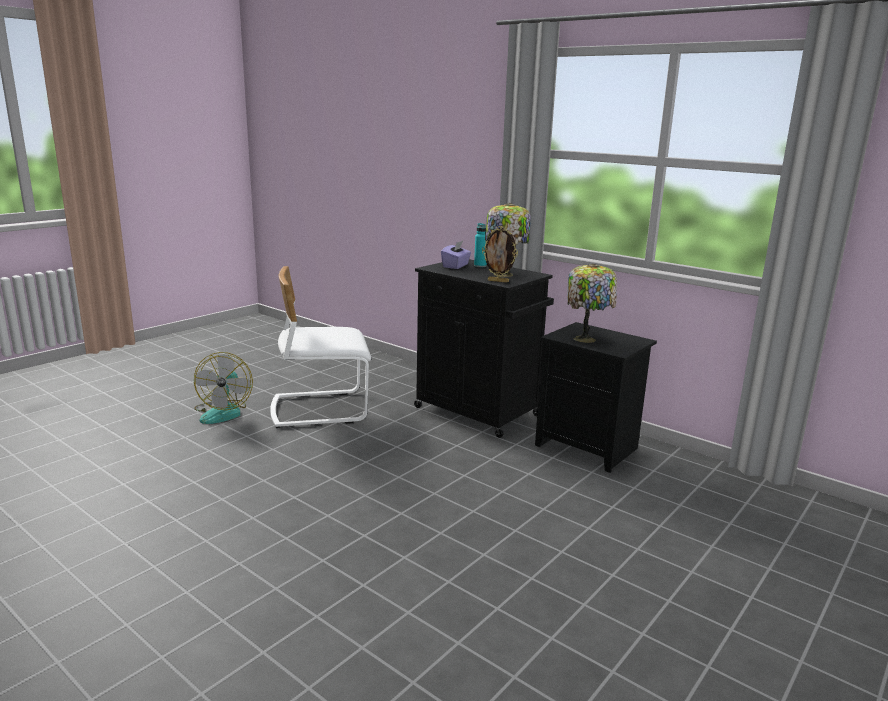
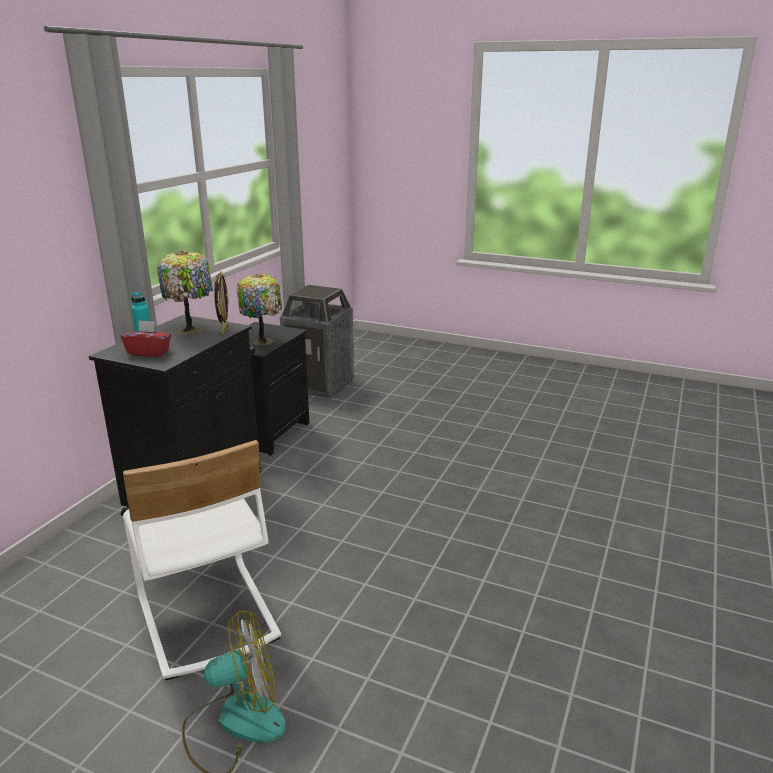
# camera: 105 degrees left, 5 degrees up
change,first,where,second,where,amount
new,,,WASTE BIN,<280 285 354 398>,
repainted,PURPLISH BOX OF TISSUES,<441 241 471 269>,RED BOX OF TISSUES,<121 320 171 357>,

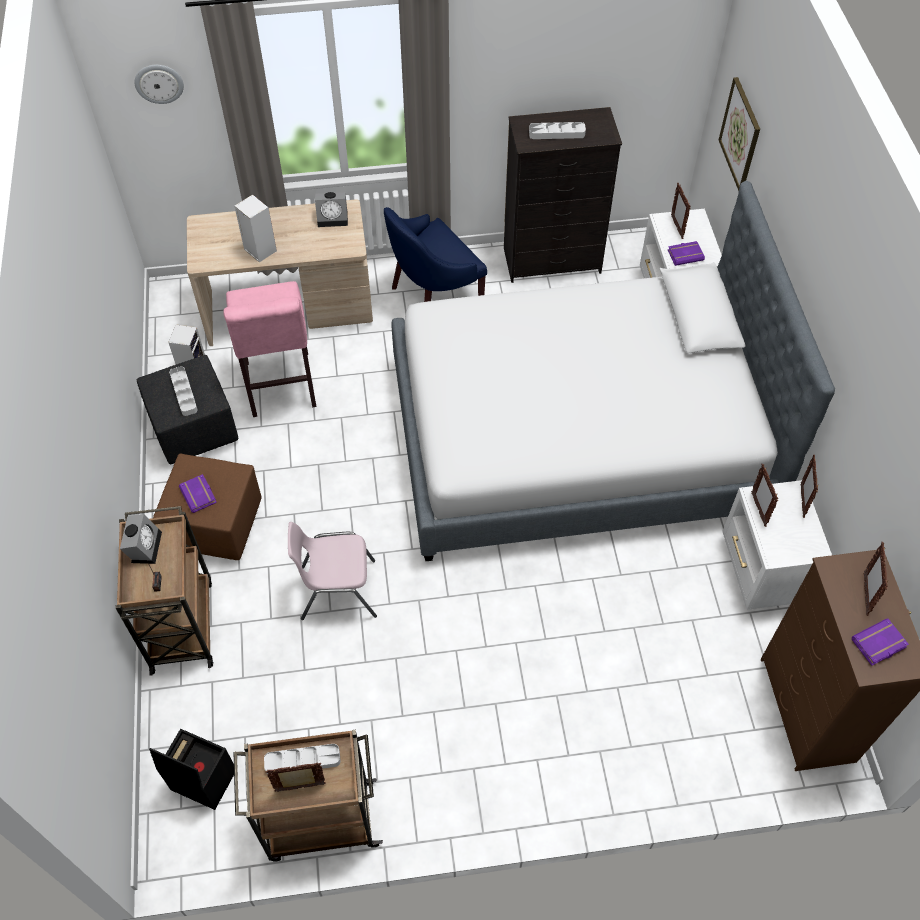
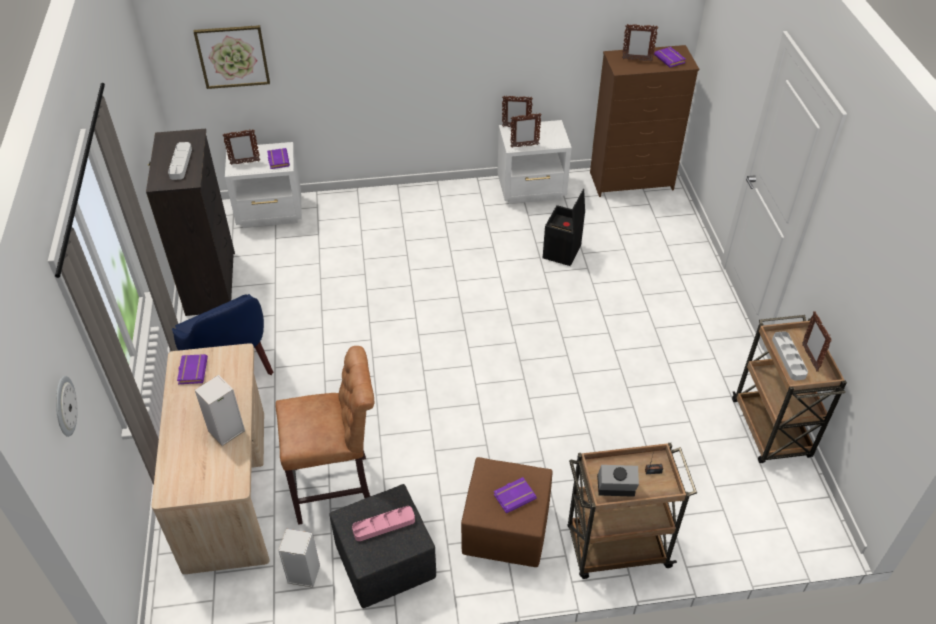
# camera: 90 degrees left, 10 degrees down
change,first,where,second,where,amount
gone,PINK PLAIN CHAIR,<288 522 377 620>,,,
gone,SLEEPING BED,<391 181 835 561>,,,
shifted,BLACK STORAGE BOX,<149 729 234 810>,,<543 189 585 266>,
swapped,BEDSIDE CLOCK,<315 192 348 227>,PURPLISH BOUND BOOK,<177 354 208 384>,
repainted,GREYISH TRAY,<169 366 198 416>,PINK TRAY,<352 506 415 541>,
repainted,PINK STOOL SEAT,<223 281 316 417>,BROWNISH STOOL SEAT,<275 346 374 525>,

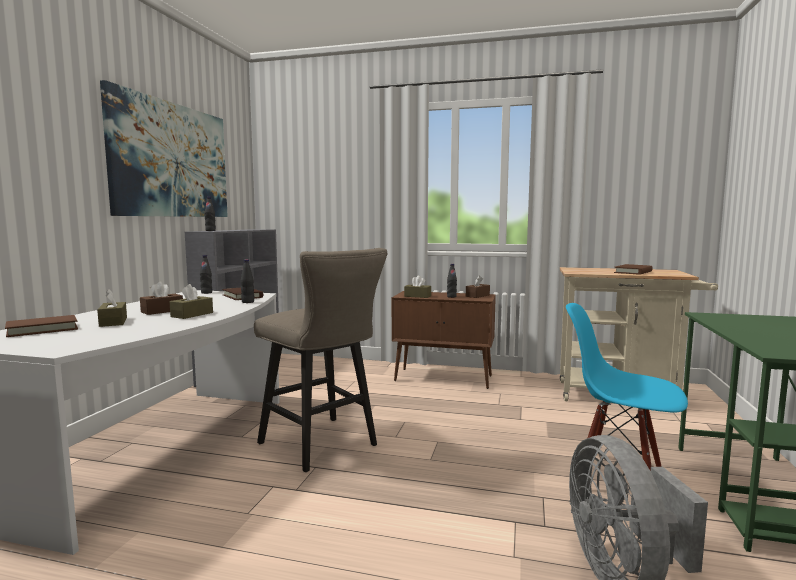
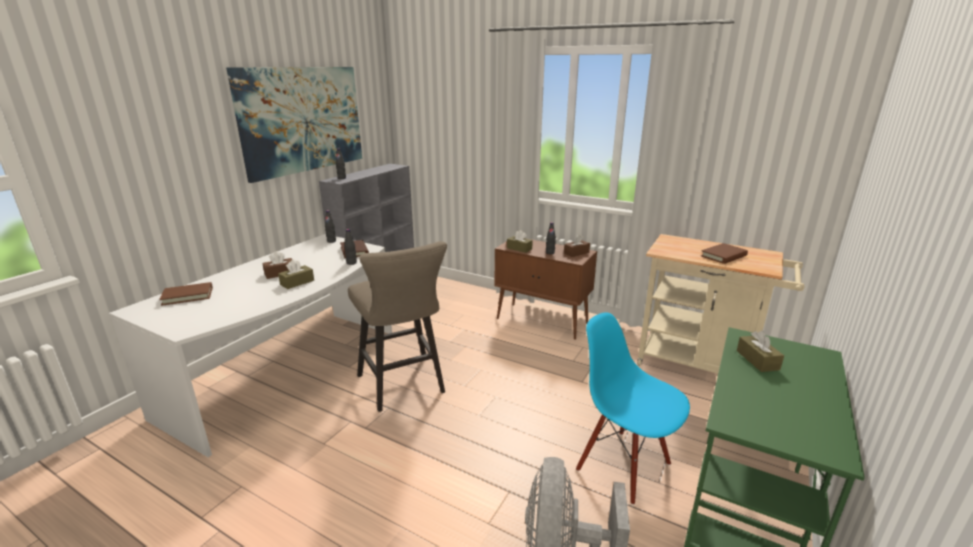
# camera: 15 degrees right, 15 degrees up
change,first,where,second,where,amount
shifted,BROWNISH BOX OF TISSUES,<97 289 127 327>,,<737 331 784 372>,

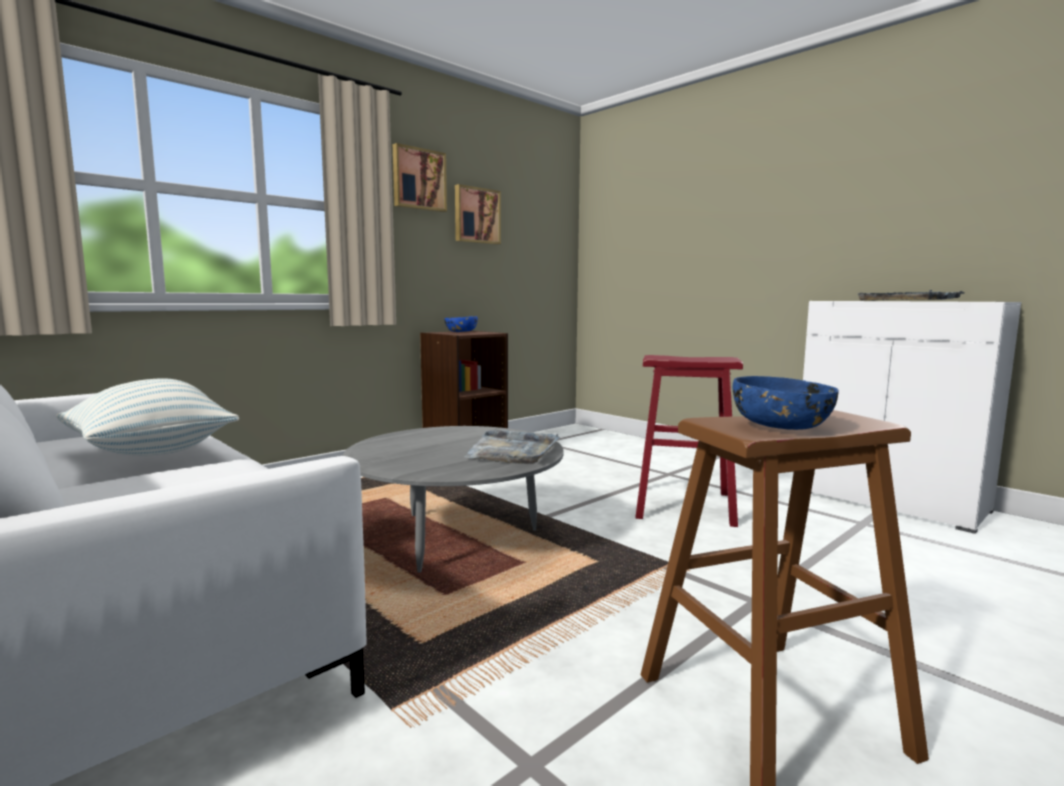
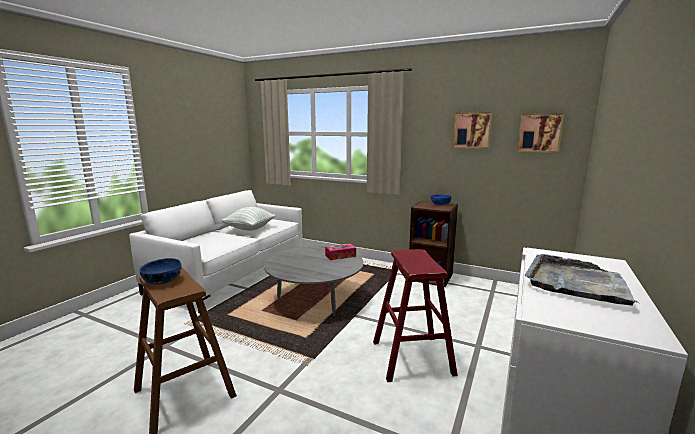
# camera: 70 degrees right, 5 degrees up
change,first,where,second,where,amount
gone,GREYISH TRAY,<464 429 560 464>,,,
new,,,BOX OF TISSUES,<325 244 356 260>,
shifted,PICTURE,<393 143 447 212>,,<517 113 564 153>,

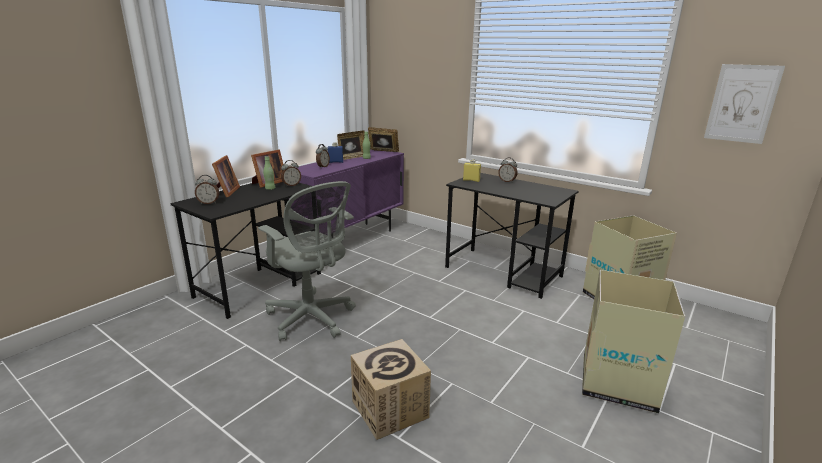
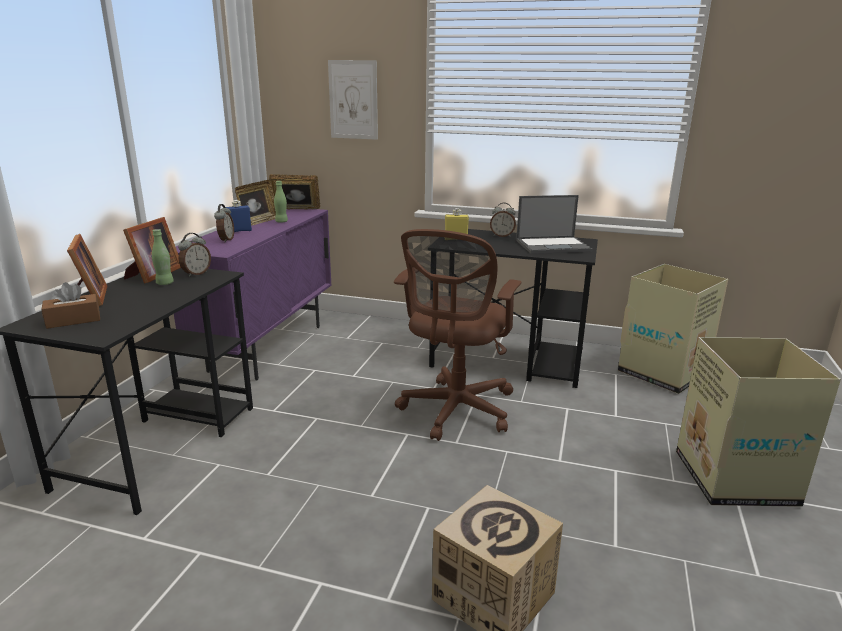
# camera: 20 degrees left, 0 degrees up
change,first,where,second,where,amount
gone,GREYISH COMPUTER CHAIR,<258 181 356 341>,,,
new,,,BROWNISH COMPUTER CHAIR,<394 229 521 441>,
new,,,LAPTOP,<516 195 593 254>,
shifted,PICTURE,<704 64 785 144>,,<328 60 378 140>,
swapped,BEDSIDE CLOCK,<195 175 219 204>,BROWNISH BOX OF TISSUES,<41 282 100 329>,

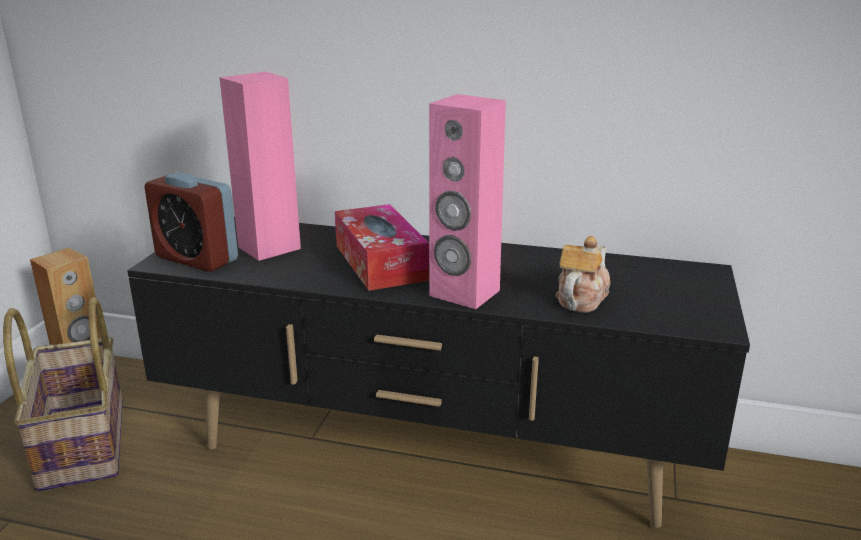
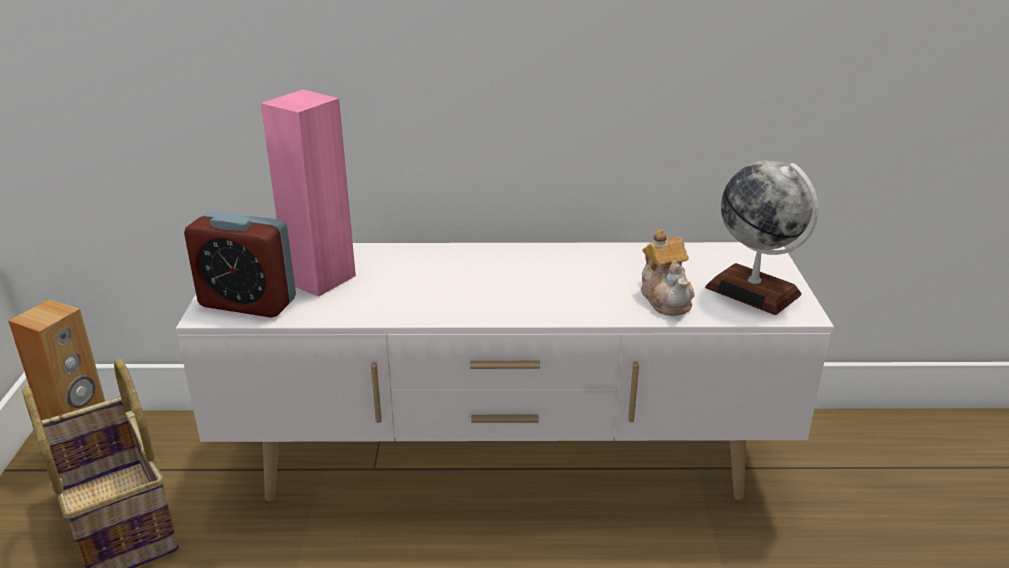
# camera: 15 degrees left, 5 degrees up
change,first,where,second,where,amount
gone,BOX OF TISSUES,<335 204 429 291>,,,
gone,PINK SPEAKER,<429 94 506 309>,,,
new,,,DESK GLOBE,<705 161 819 315>,
repainted,BLACK TV STAND,<127 217 750 528>,WHITISH TV STAND,<176 242 834 501>,
rotated,TEAPOT,<555 236 611 313>,,<641 229 695 316>,150 degrees clockwise

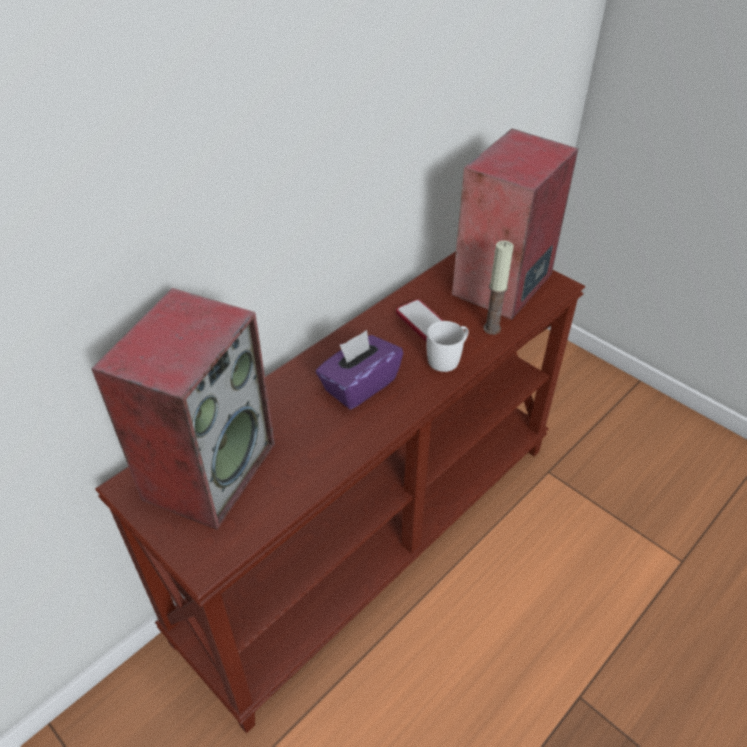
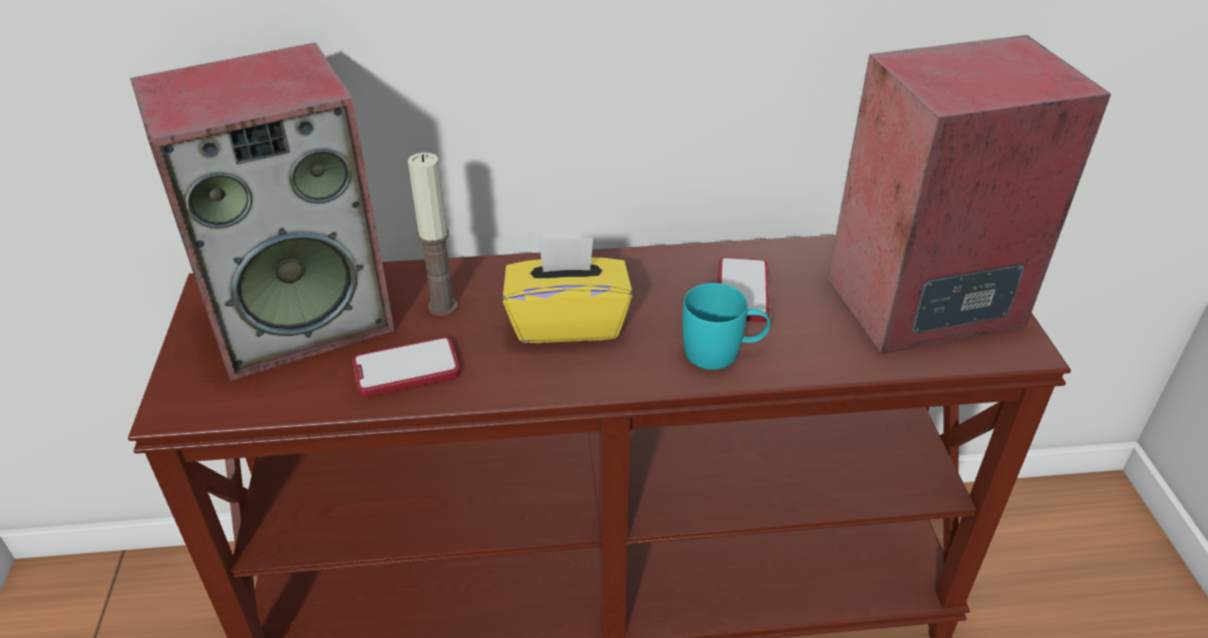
# camera: 40 degrees right, 5 degrees down
change,first,where,second,where,amount
new,,,PHONE,<352 337 460 397>,
shifted,CANDLE,<483 241 514 335>,,<408 152 458 316>,
repainted,PURPLISH BOX OF TISSUES,<316 330 403 409>,YELLOW BOX OF TISSUES,<503 238 633 343>,
repainted,WHITISH COFFEE MUG,<426 321 469 372>,TURQUOISE-COLOURED COFFEE MUG,<682 283 770 370>,

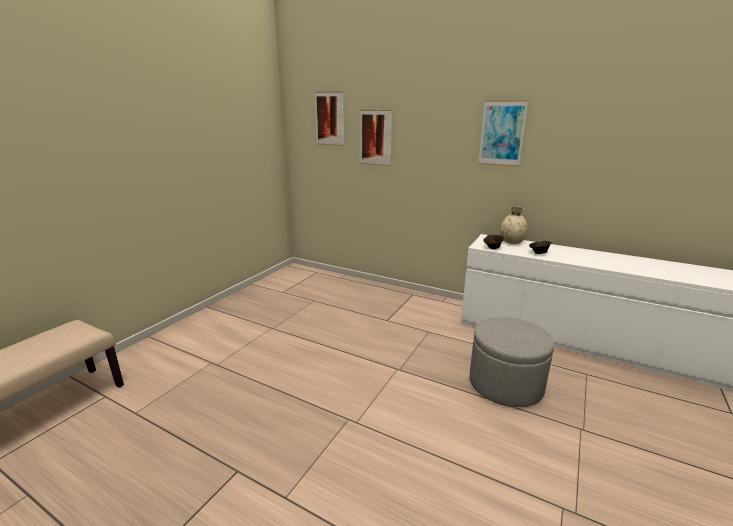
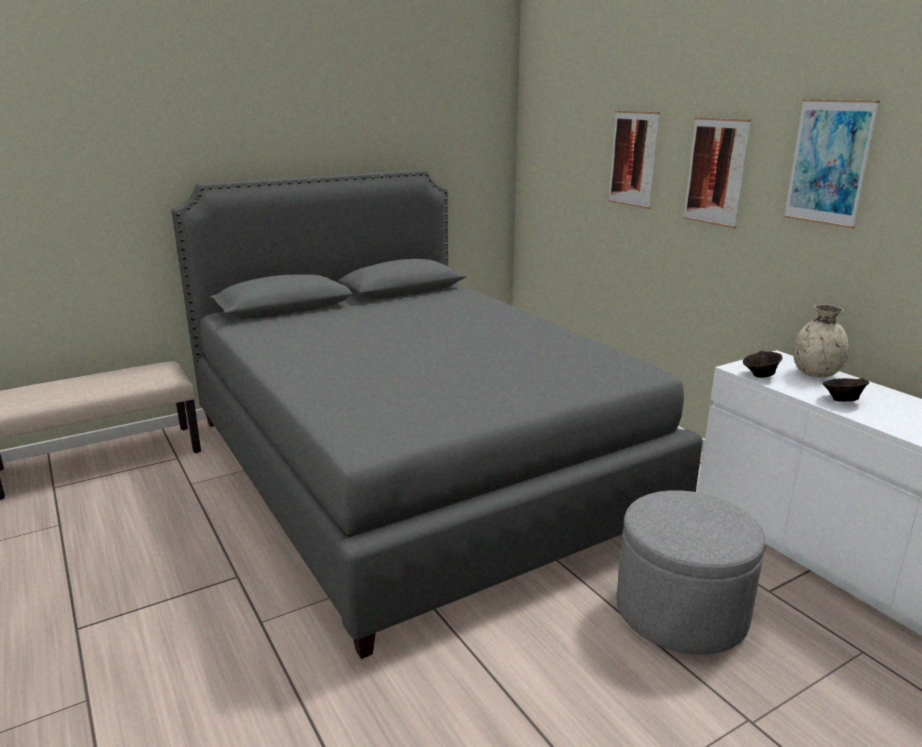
# camera: 30 degrees right, 0 degrees up
change,first,where,second,where,amount
new,,,GREYISH SLEEPING BED,<172 169 703 659>,
shifted,PICTURE,<315 91 344 146>,,<683 117 751 228>,

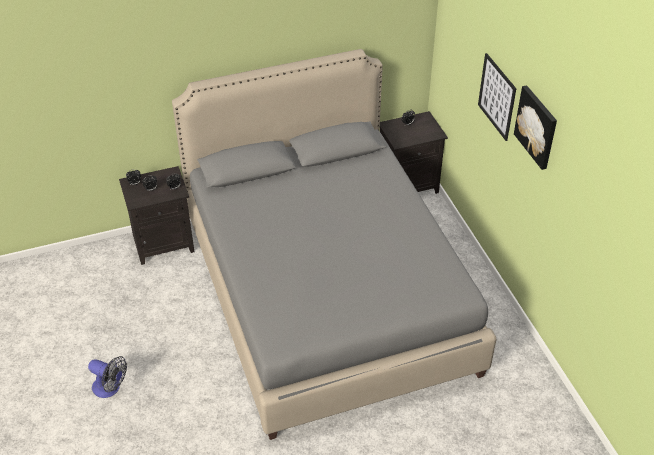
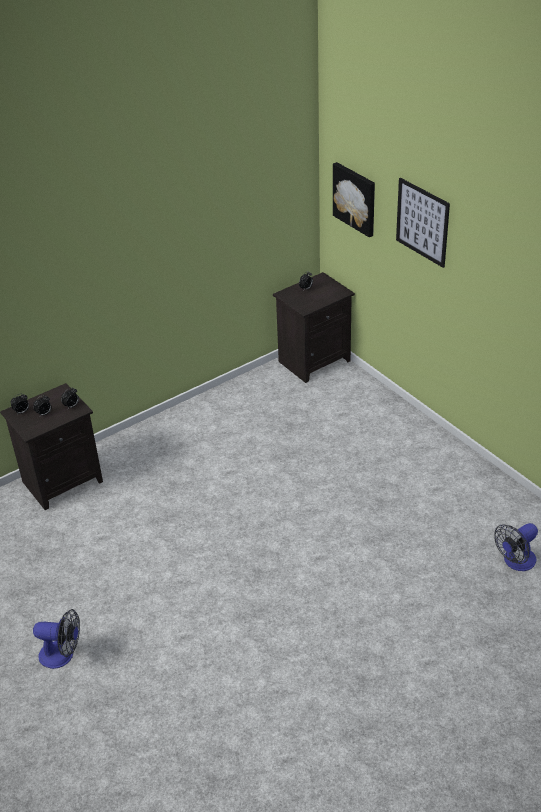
# camera: 15 degrees left, 5 degrees down
change,first,where,second,where,amount
gone,GREYISH SLEEPING BED,<172 49 496 440>,,,
new,,,COOLING FAN,<494 523 538 571>,
shifted,PICTURE,<514 85 557 170>,,<333 162 375 237>,

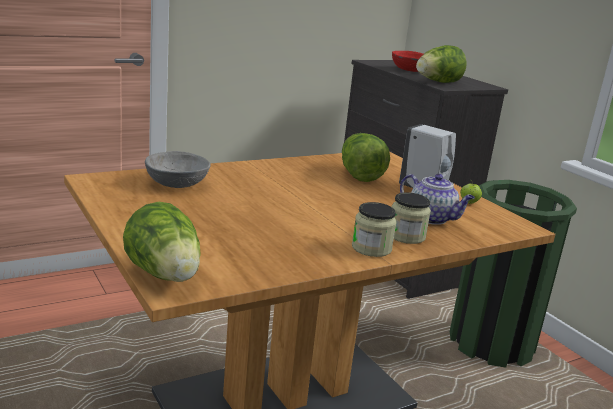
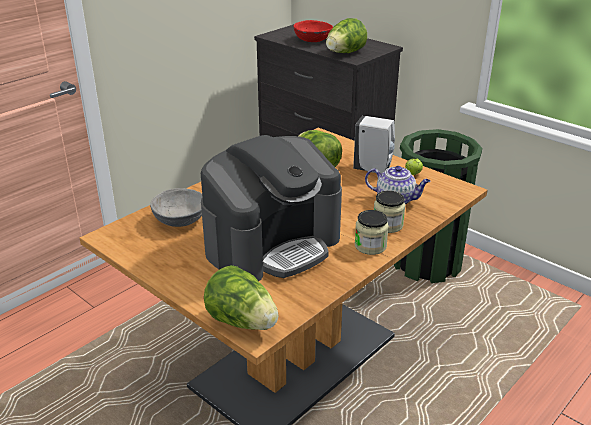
# camera: 15 degrees left, 10 degrees up
change,first,where,second,where,amount
new,,,COFFEE MAKER,<201 135 342 281>,

